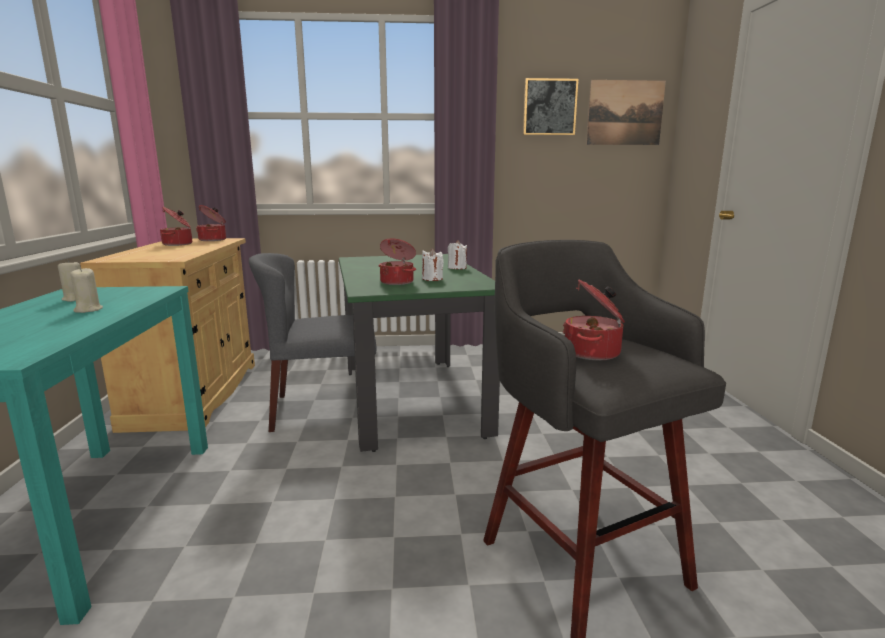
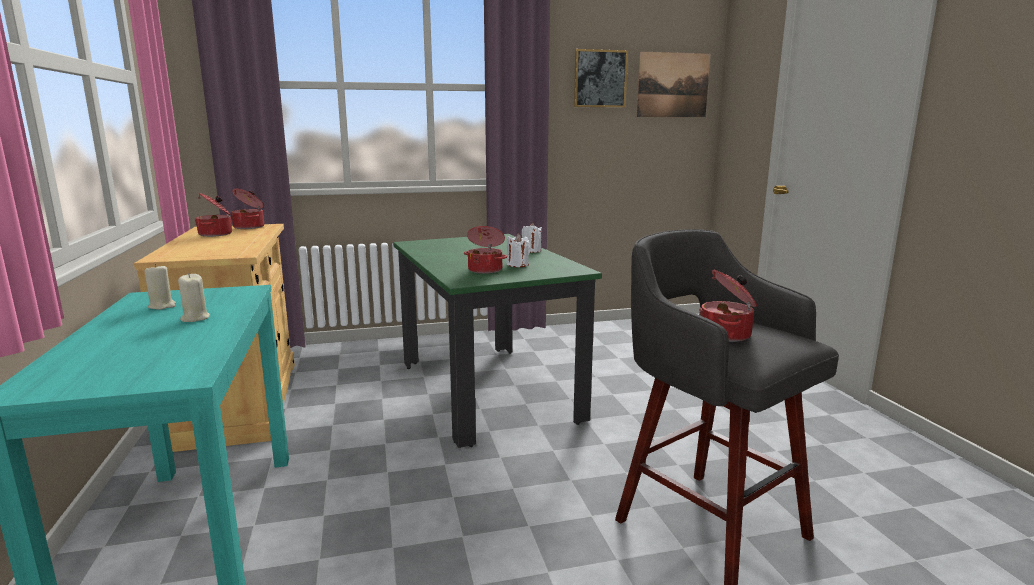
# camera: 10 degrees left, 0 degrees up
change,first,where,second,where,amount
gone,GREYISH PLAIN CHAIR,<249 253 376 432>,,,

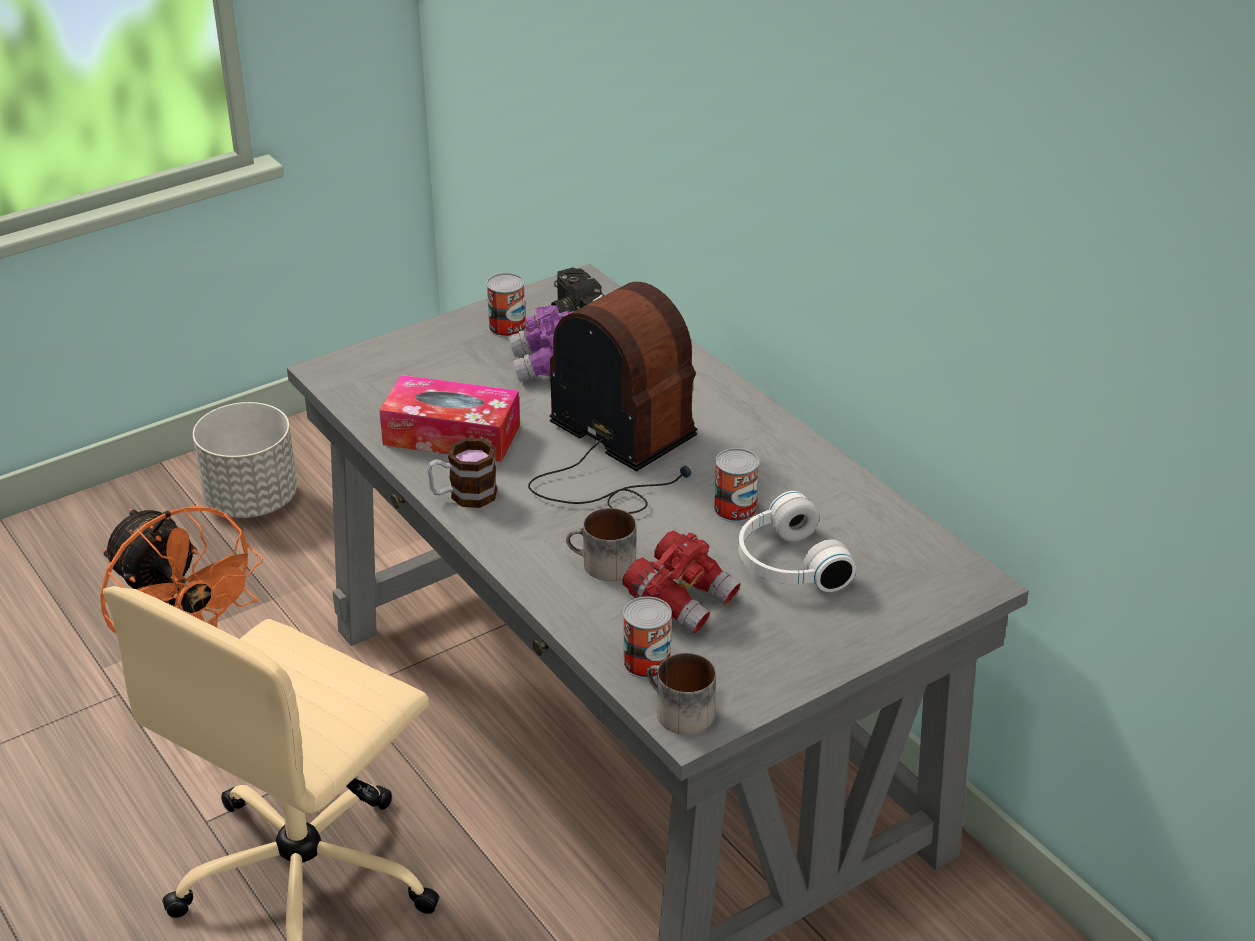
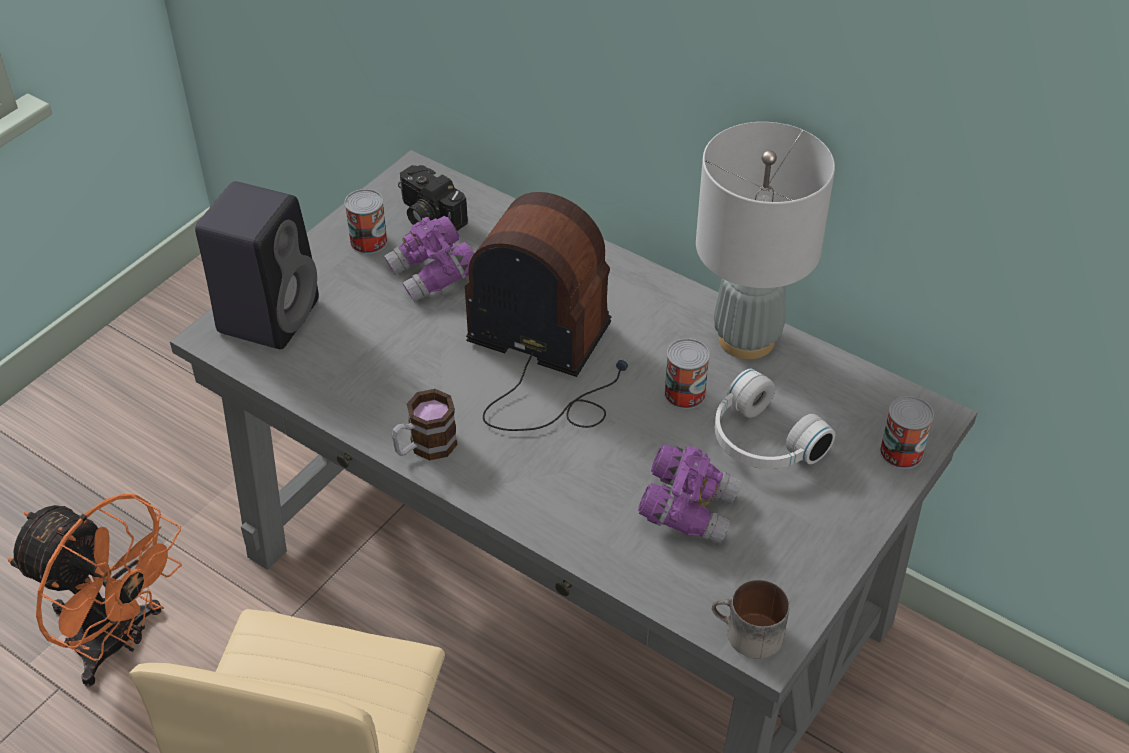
# camera: 20 degrees left, 10 degrees up
change,first,where,second,where,amount
gone,GREYISH PLANT POT,<193 402 297 518>,,,
gone,BOX OF TISSUES,<379 375 520 462>,,,
gone,COFFEE MUG,<566 508 636 581>,,,
new,,,BLACK SPEAKER,<195 181 319 349>,
new,,,GREYISH LAMP FOR A TABLE,<696 122 835 359>,
shifted,METAL CAN,<623 597 672 679>,,<880 396 934 469>,
repainted,RED FIELD GLASSES,<622 530 741 634>,PURPLISH FIELD GLASSES,<638 444 741 544>,

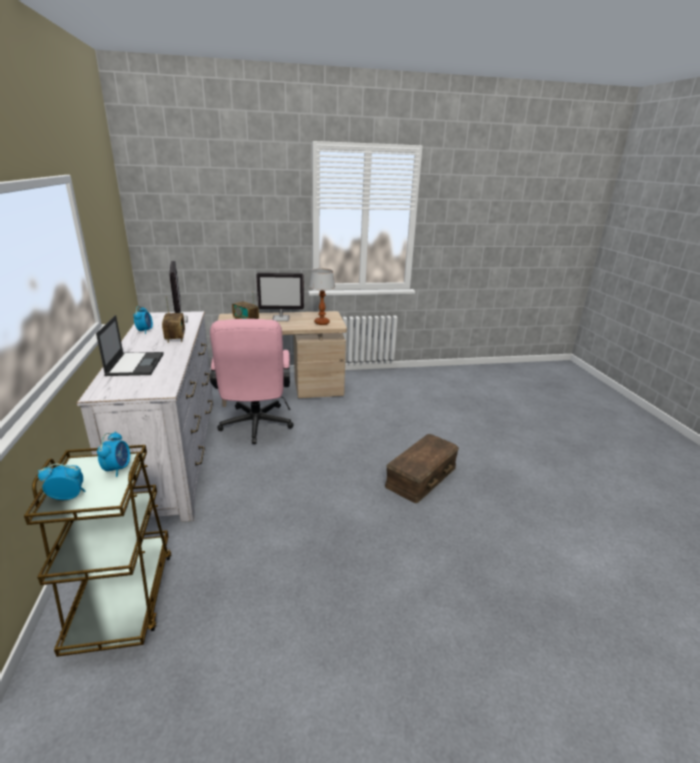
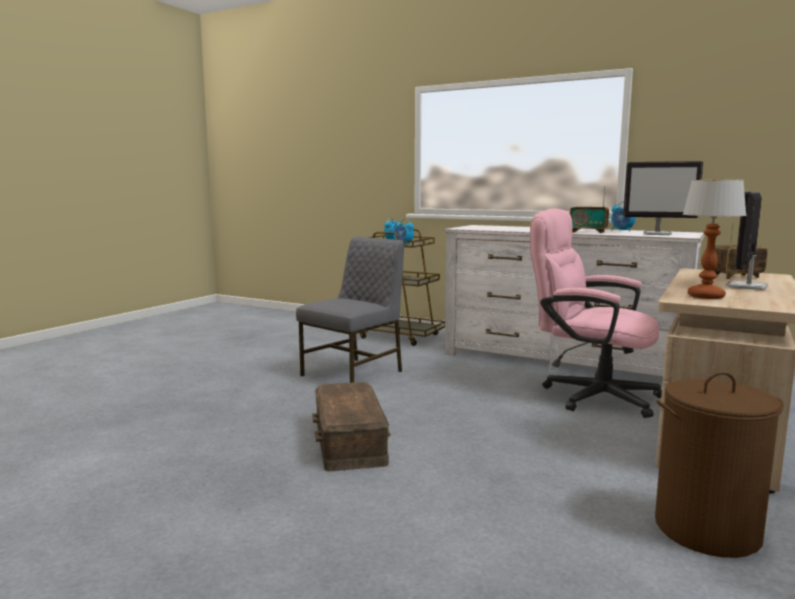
# camera: 130 degrees right, 15 degrees down
change,first,where,second,where,amount
gone,LAPTOP,<96 315 164 376>,,,
new,,,GREYISH PLAIN CHAIR,<296 237 404 383>,
new,,,BROWNISH LAUNDRY BASKET,<655 372 784 558>,

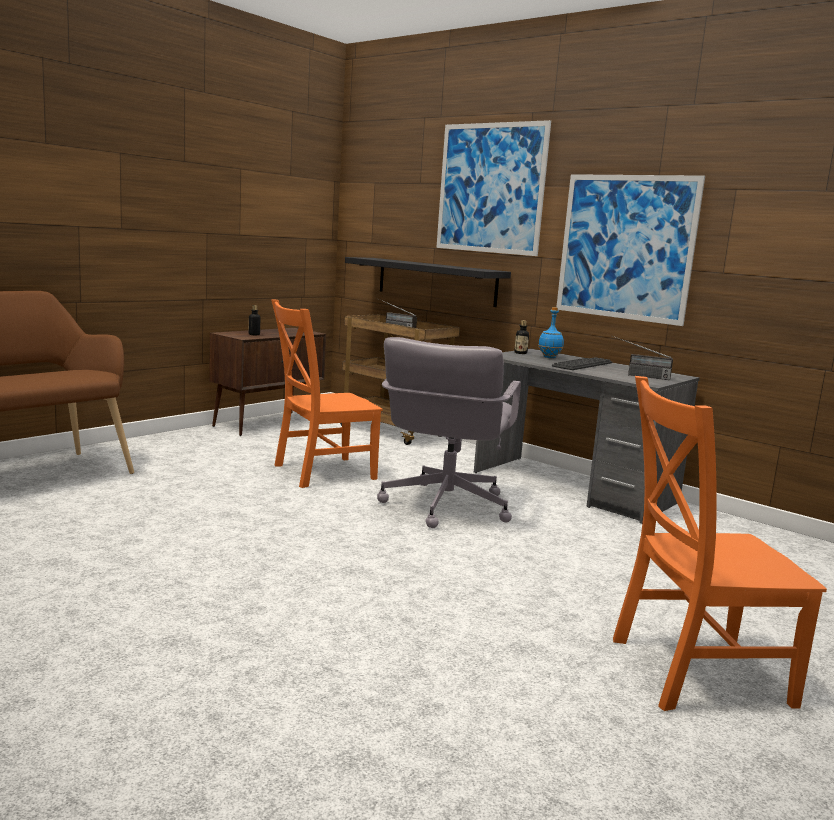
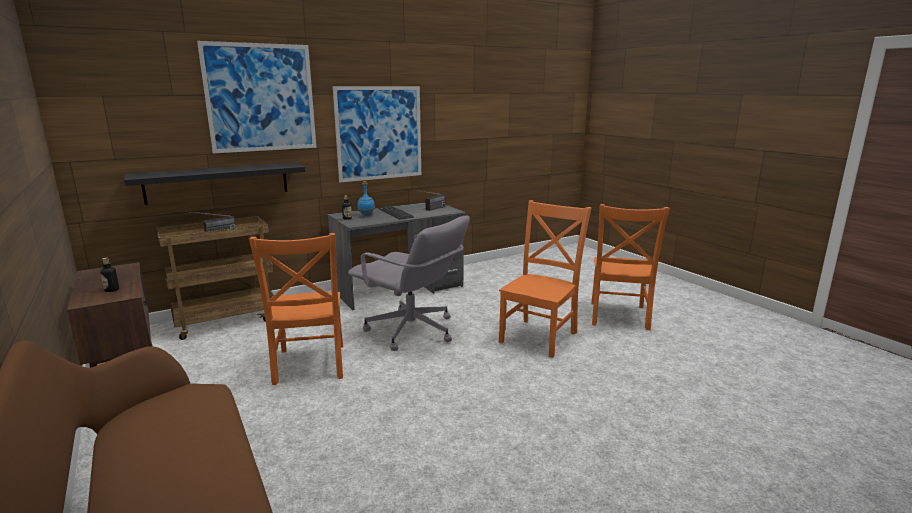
# camera: 70 degrees left, 5 degrees up
change,first,where,second,where,amount
new,,,ORANGEY PLAIN CHAIR,<499 200 591 358>,

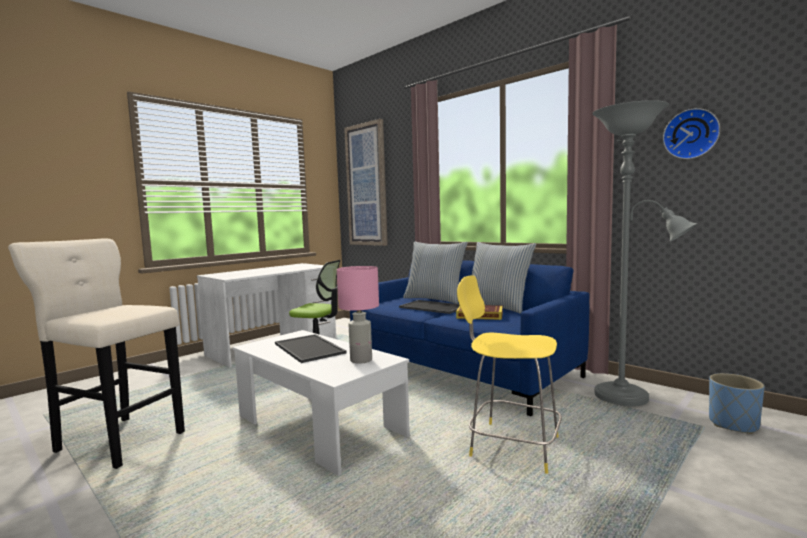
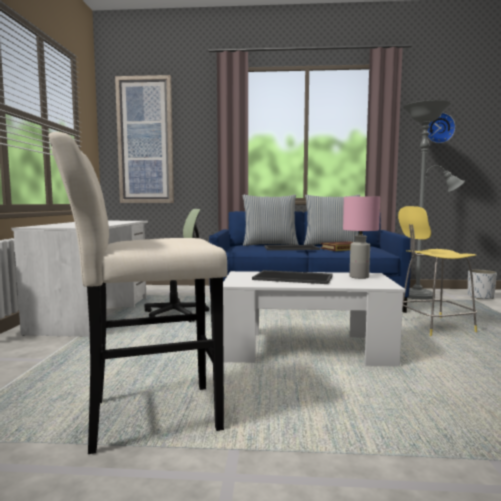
# camera: 40 degrees left, 0 degrees up
change,first,where,second,where,amount
repainted,BLUE-COLOURED PLANT POT,<709 373 765 434>,WHITISH PLANT POT,<468 270 497 299>,

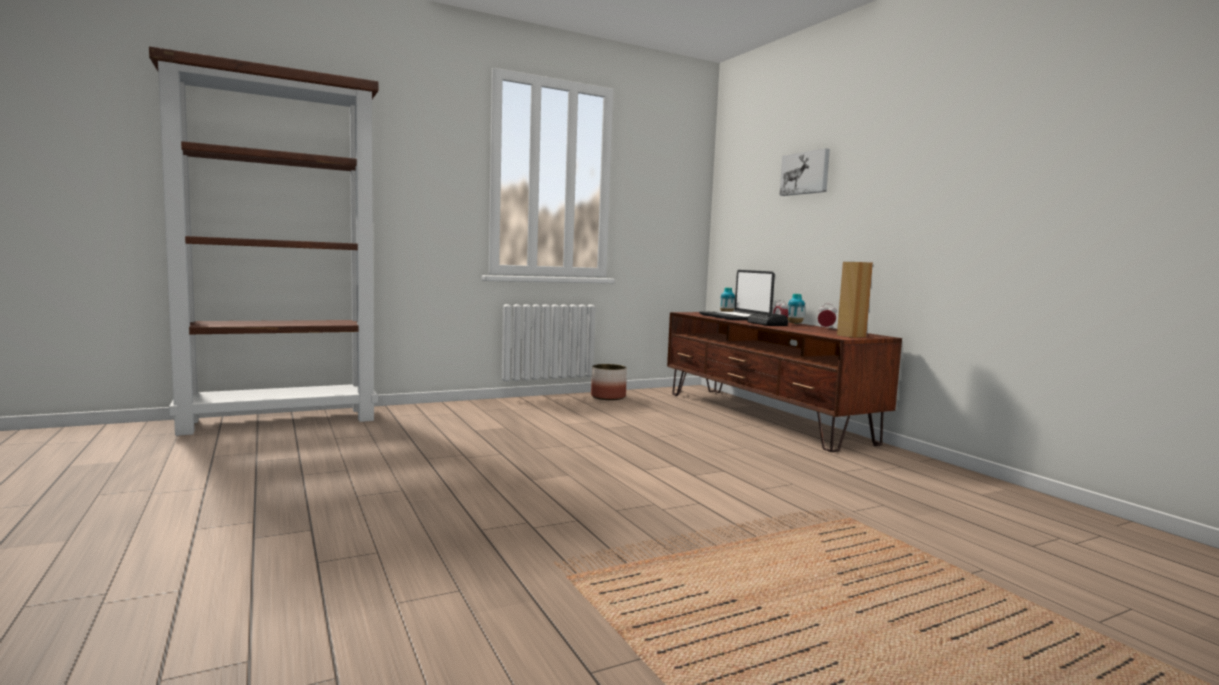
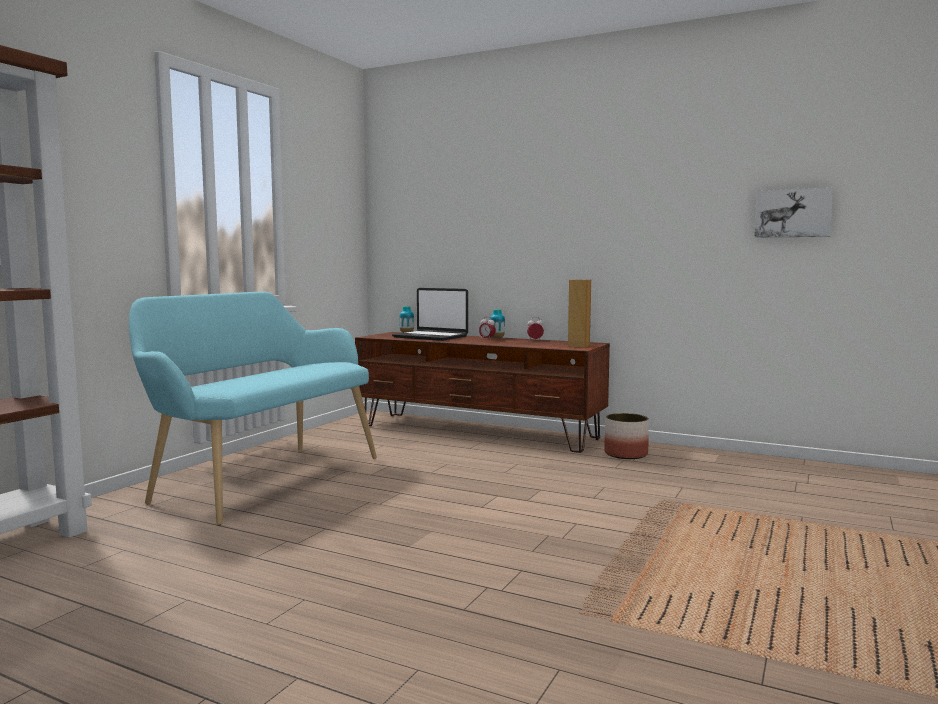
# camera: 35 degrees left, 0 degrees up
change,first,where,second,where,amount
gone,RADIO,<747 313 788 326>,,,
new,,,TURQUOISE-COLOURED BENCH,<129 291 377 525>,
shifted,PLANT POT,<591 364 627 400>,,<604 413 649 459>,
shifted,PICTURE,<780 148 830 196>,,<754 187 833 238>,

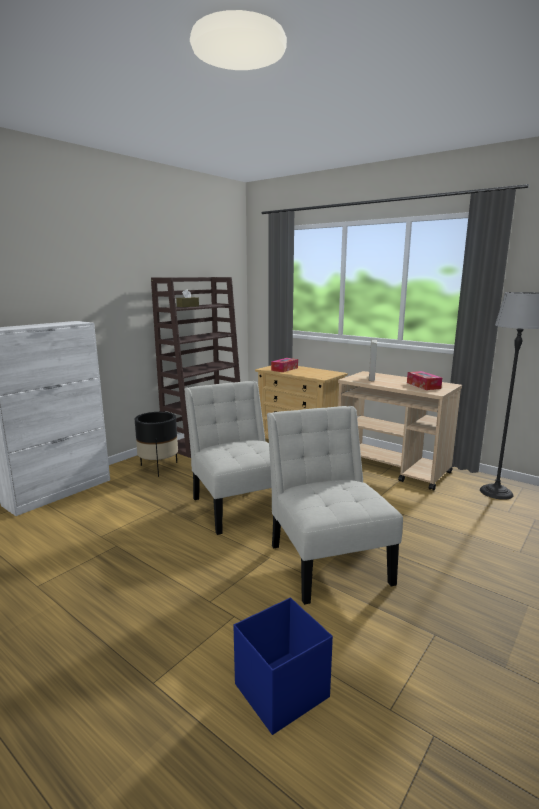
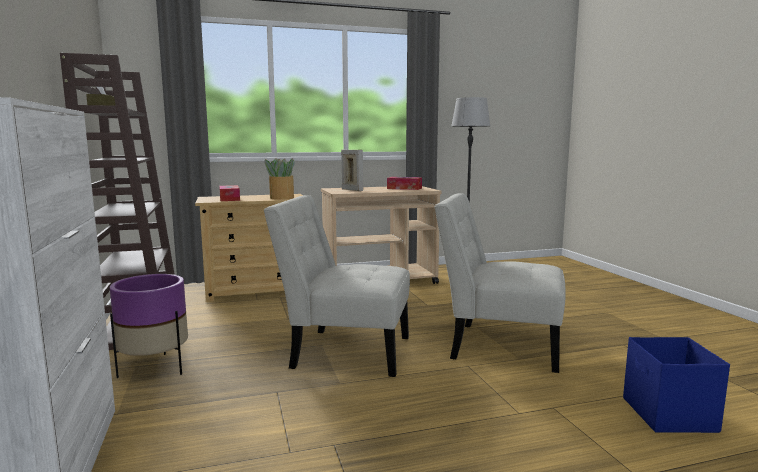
# camera: 55 degrees left, 5 degrees down
change,first,where,second,where,amount
new,,,HOUSEPLANT,<264 158 295 200>,
repainted,BLACK PLANT POT,<135 412 178 477>,PURPLISH PLANT POT,<110 274 188 378>,

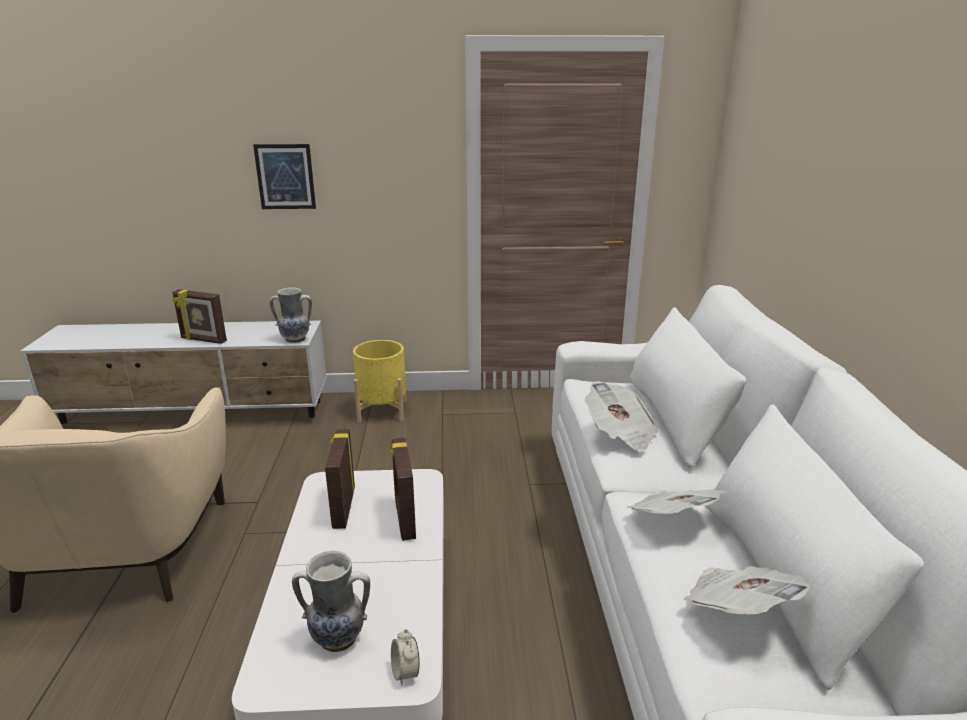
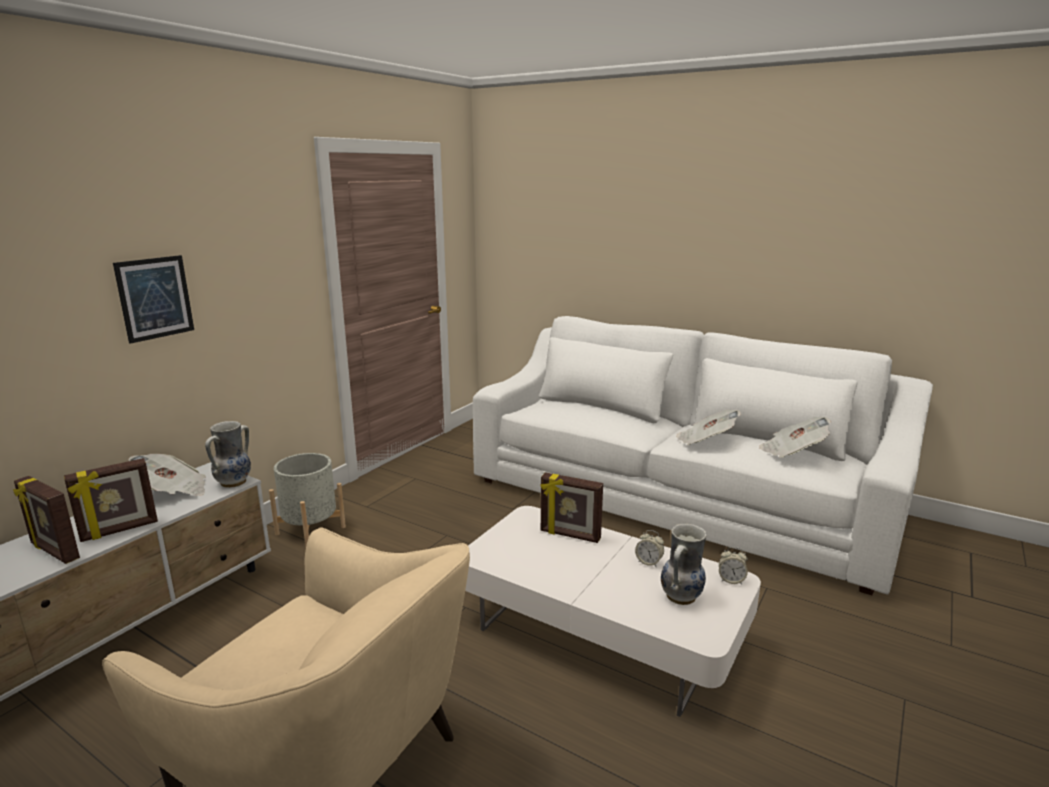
# camera: 55 degrees left, 5 degrees down
change,first,where,second,where,amount
new,,,BEDSIDE CLOCK,<635 530 664 566>,
shifted,STANDING FRAME,<325 429 355 529>,,<13 476 80 564>,
shifted,NEWSPAPER,<585 381 659 452>,,<129 454 206 496>,
repainted,YELLOW PLANT POT,<353 340 406 422>,GREYISH PLANT POT,<269 453 346 547>,

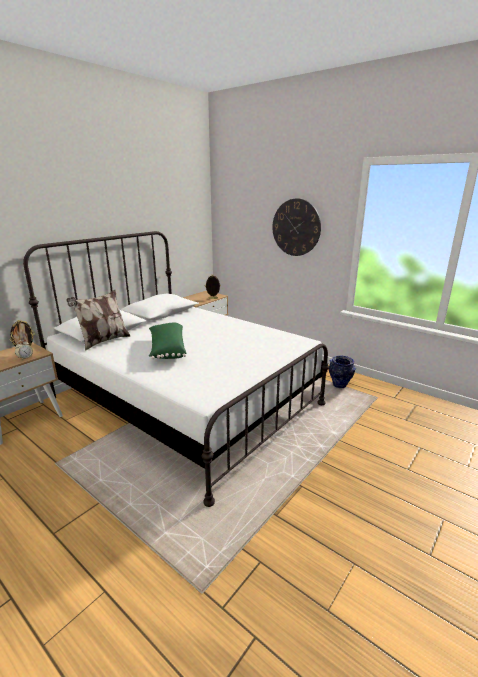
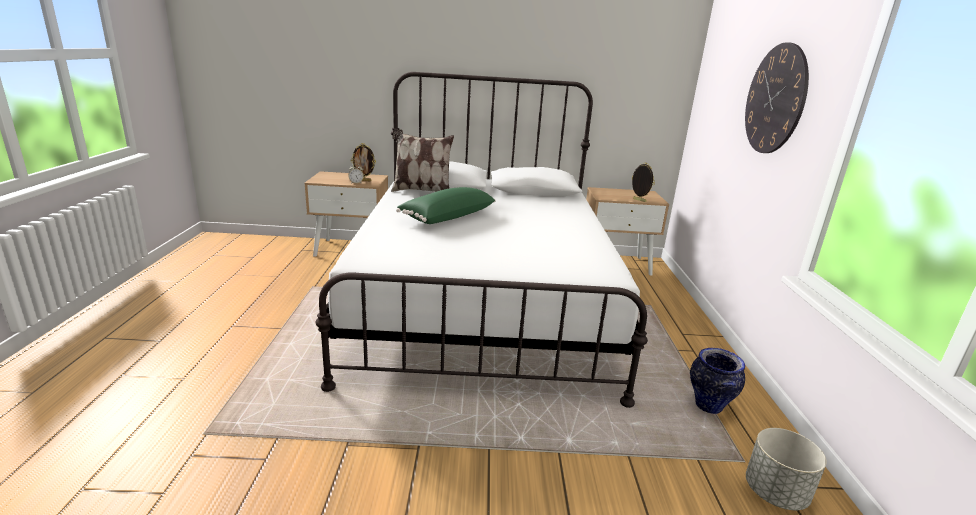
# camera: 50 degrees right, 0 degrees up
change,first,where,second,where,amount
new,,,GREYISH PLANT POT,<746 428 827 510>,

